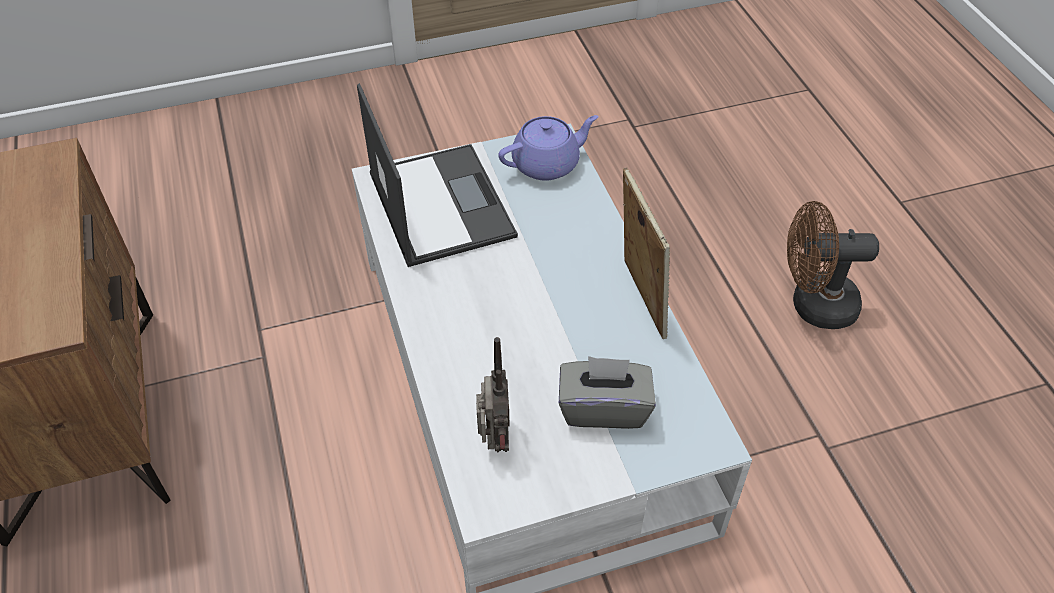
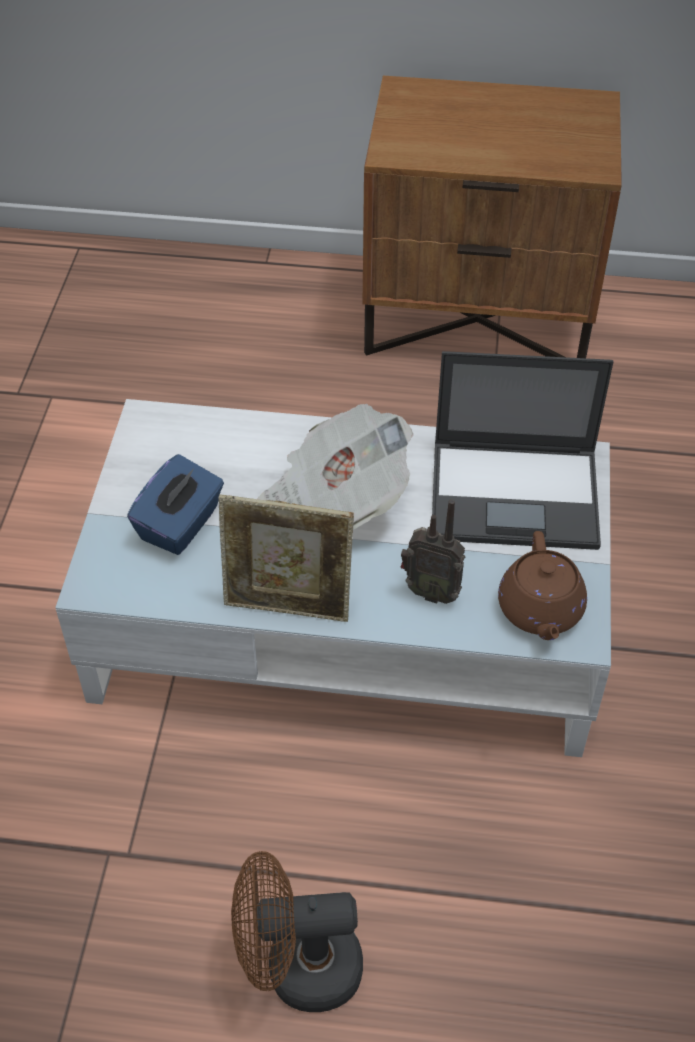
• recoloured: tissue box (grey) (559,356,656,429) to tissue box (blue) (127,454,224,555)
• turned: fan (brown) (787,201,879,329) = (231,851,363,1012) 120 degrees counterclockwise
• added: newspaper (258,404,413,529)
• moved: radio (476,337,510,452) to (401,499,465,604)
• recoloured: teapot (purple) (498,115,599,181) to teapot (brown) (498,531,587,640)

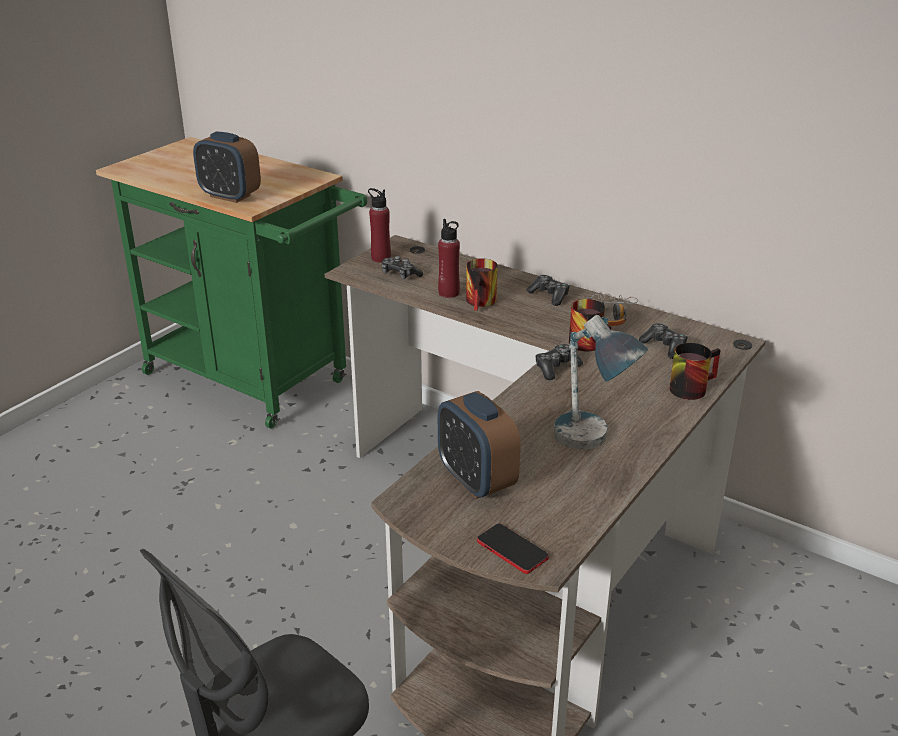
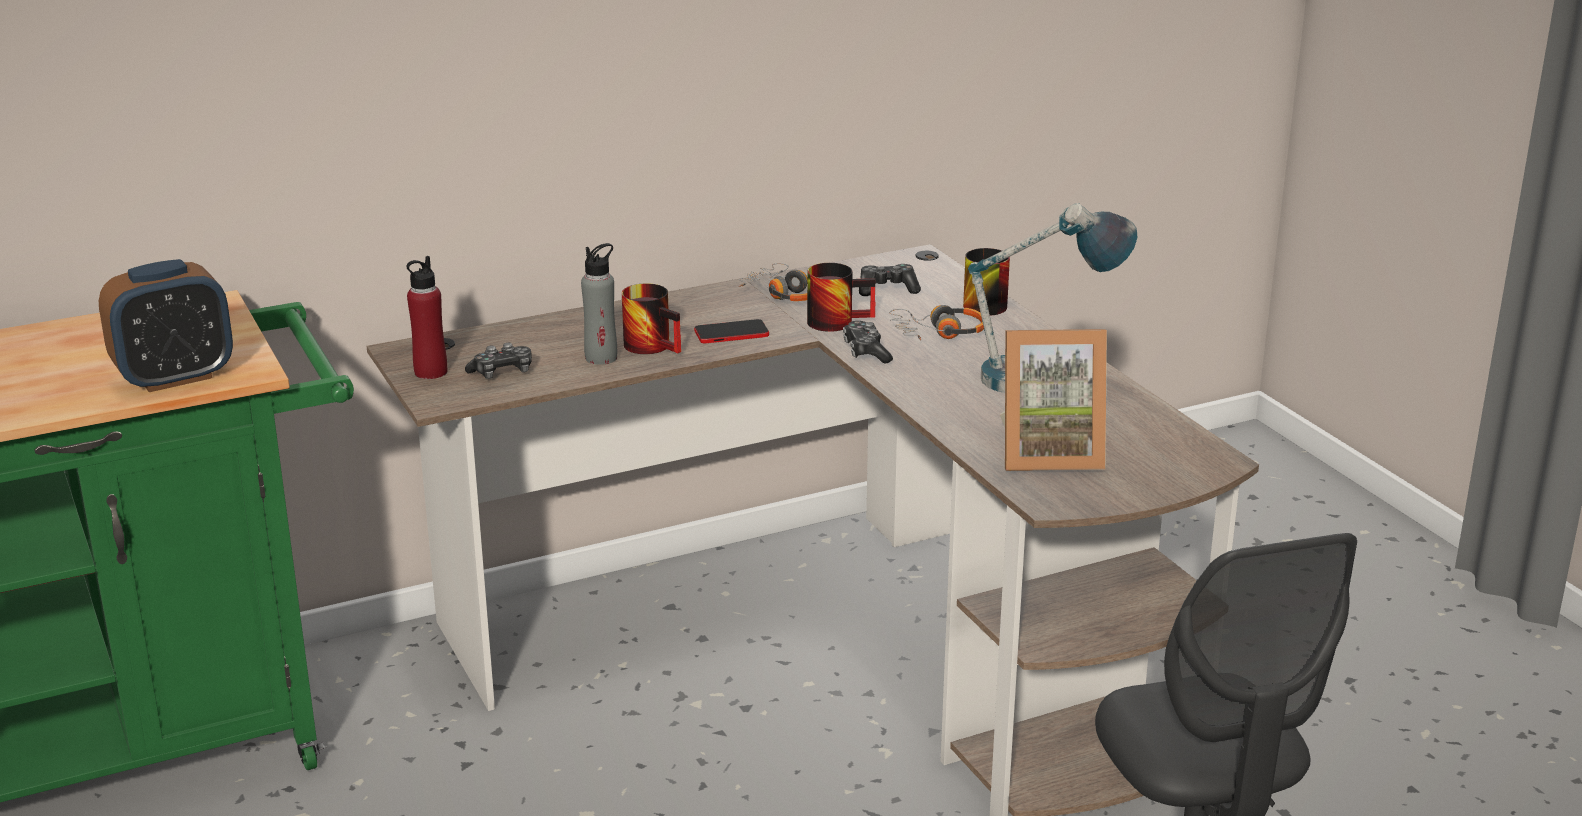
• recoloured: bottle (red) (438,219,460,298) to bottle (grey) (581,243,617,365)
• moved: phone (477,523,549,574) to (694,319,769,343)
• added: headphones (889,305,984,340)
• replaced: alarm clock (438,391,521,499) to picture frame (1000,329,1107,471)
• removed: game controller (526,275,570,306)

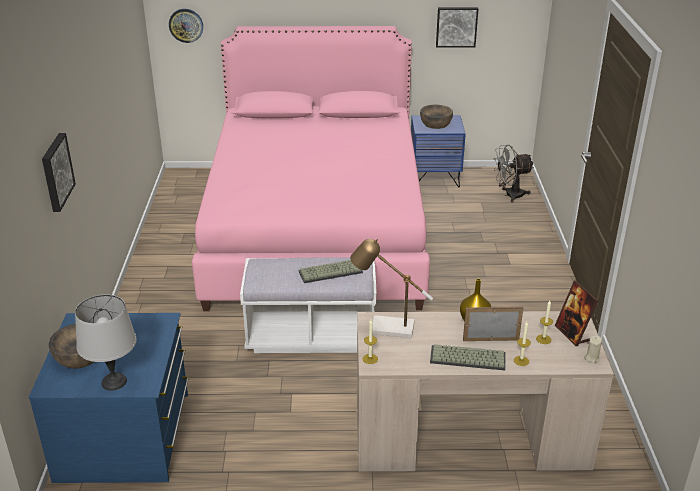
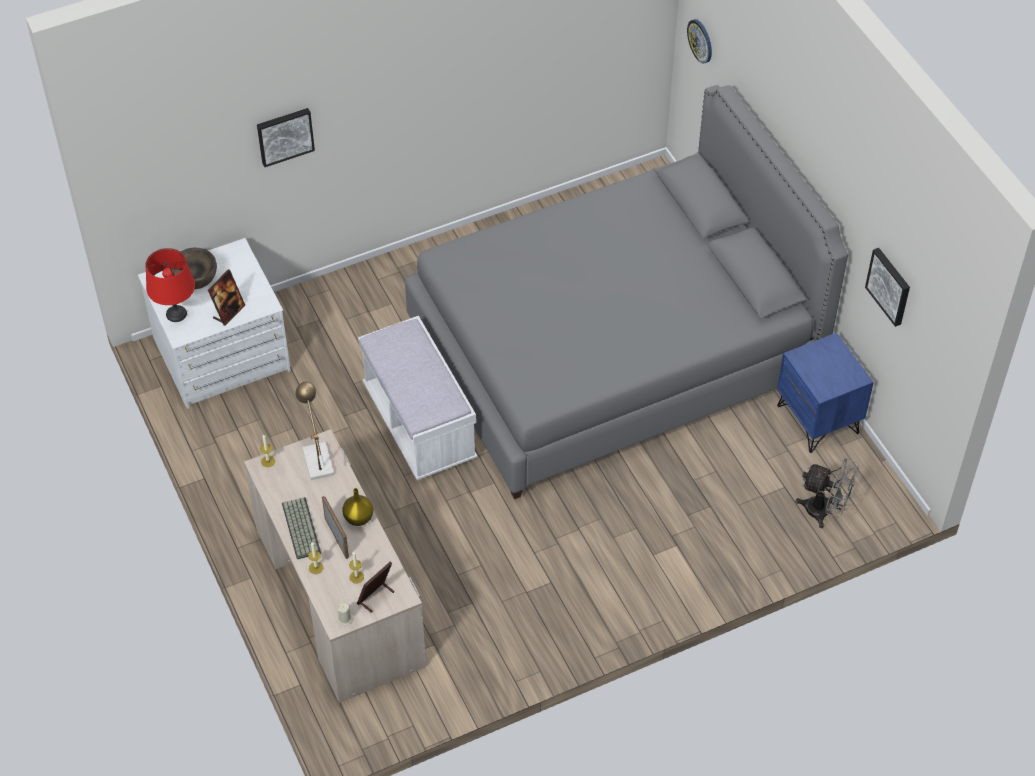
• recoloured: dresser (blue) (28,313,189,483) to dresser (white) (138,238,291,409)
• recoloured: table lamp (grey) (75,294,137,391) to table lamp (red) (145,248,195,322)
• added: picture frame (208,269,245,326)
• recoloured: bed (pink) (192,26,430,311) to bed (grey) (405,85,848,499)
• turned: fan (grey) (494,145,534,202) = (796,458,859,528) 150 degrees clockwise
• removed: keyboard (299,260,363,283)
• removed: bowl (brown) (420,105,453,129)

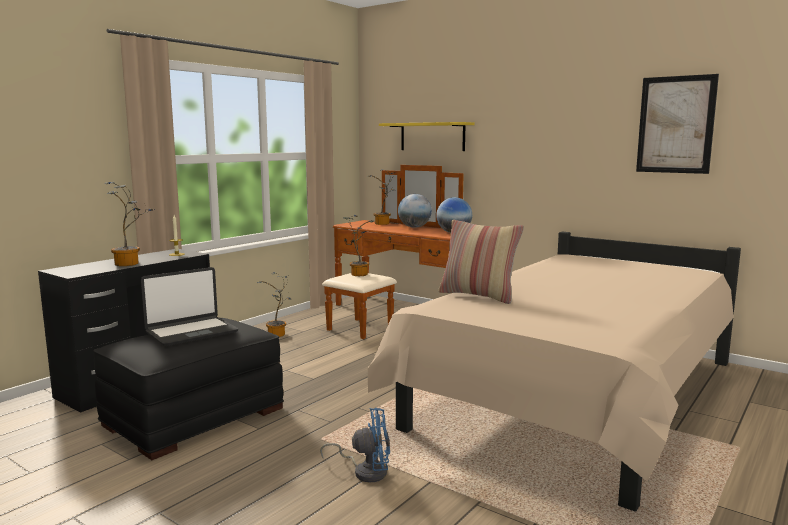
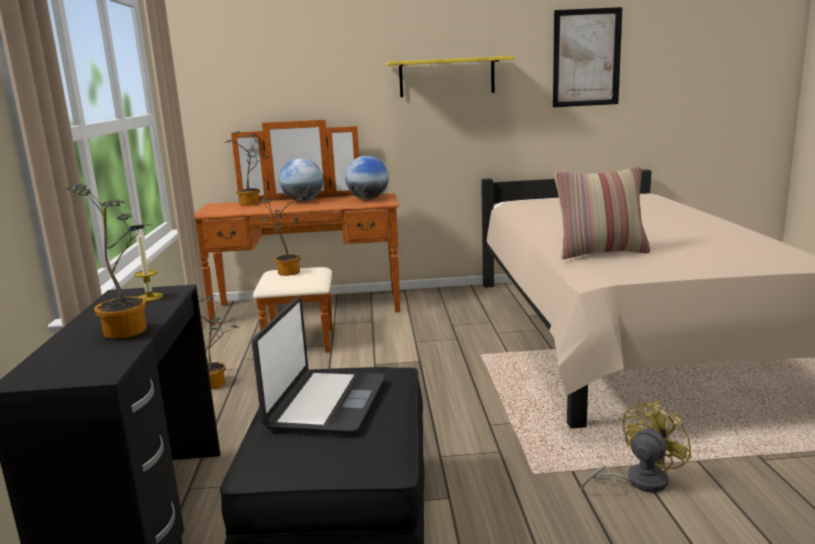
• moved: shelf (yellow) (379,122,475,151) to (386,56,514,97)
• recoloured: fan (blue) (320,408,390,482) to fan (yellow) (581,401,692,492)

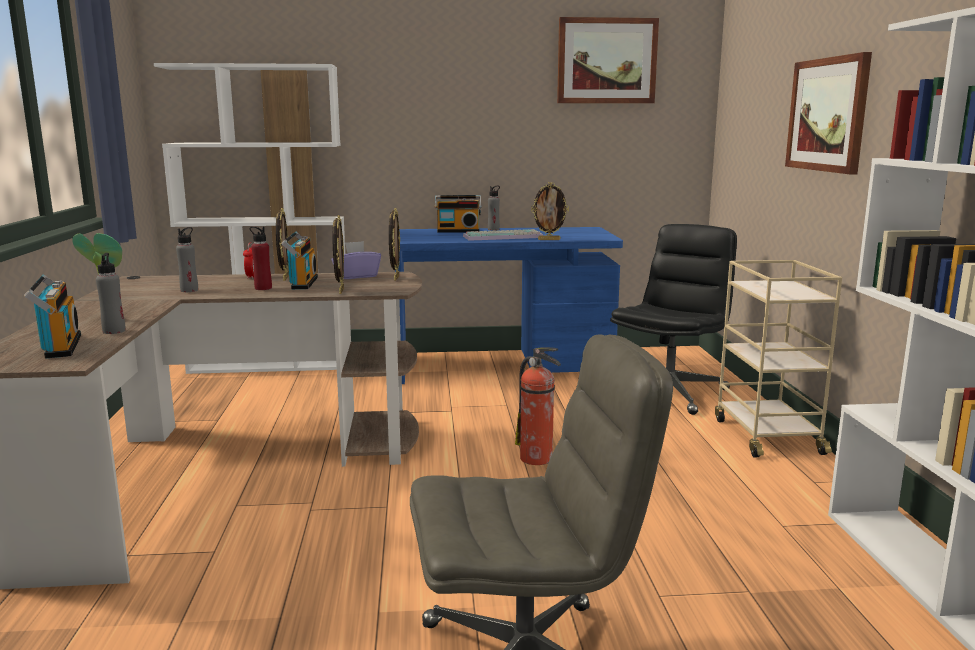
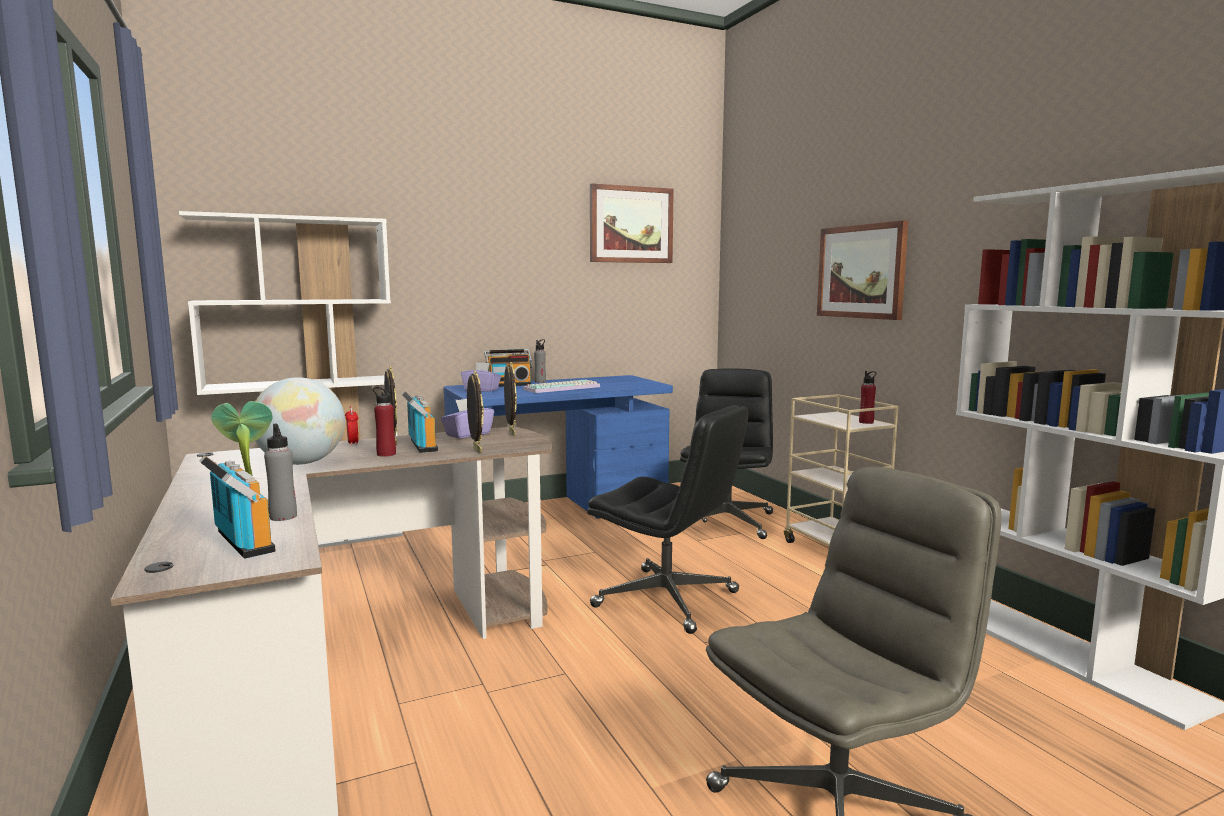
• replaced: bottle (grey) (176,227,198,292) to globe (255,377,345,465)
• added: tissue box (purple) (461,362,501,392)
• replaced: fire extinguisher (515,347,561,465) to office chair (black) (587,405,748,634)
• added: bottle (red) (859,371,877,424)
• removed: picture frame (531,182,569,240)

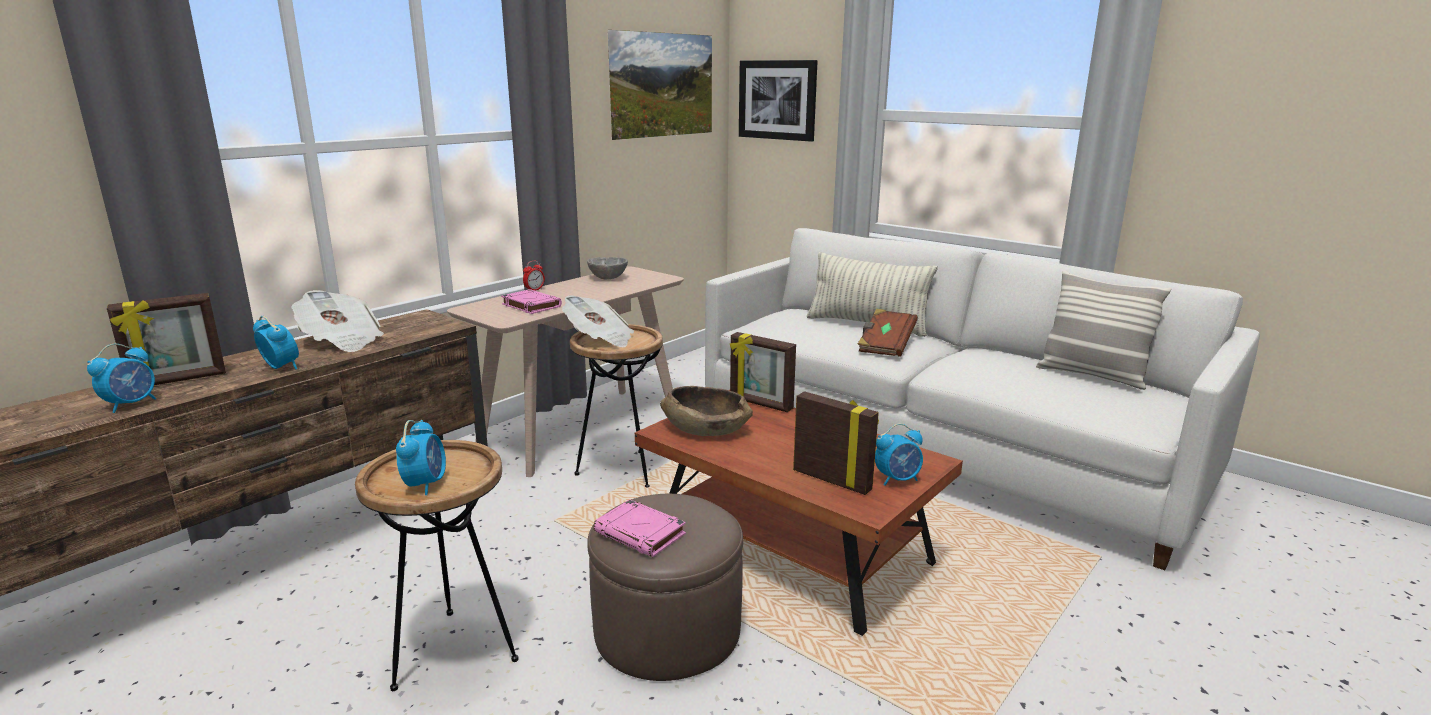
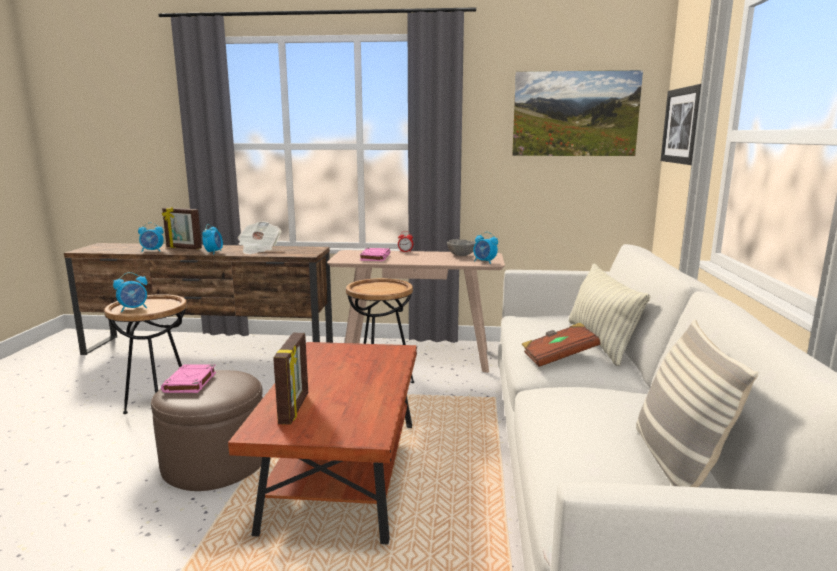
• moved: alarm clock (875,423,923,486) to (473,232,498,264)
• removed: newspaper (562,295,634,347)
• removed: bowl (brown) (660,386,753,436)
• removed: picture frame (730,332,796,412)

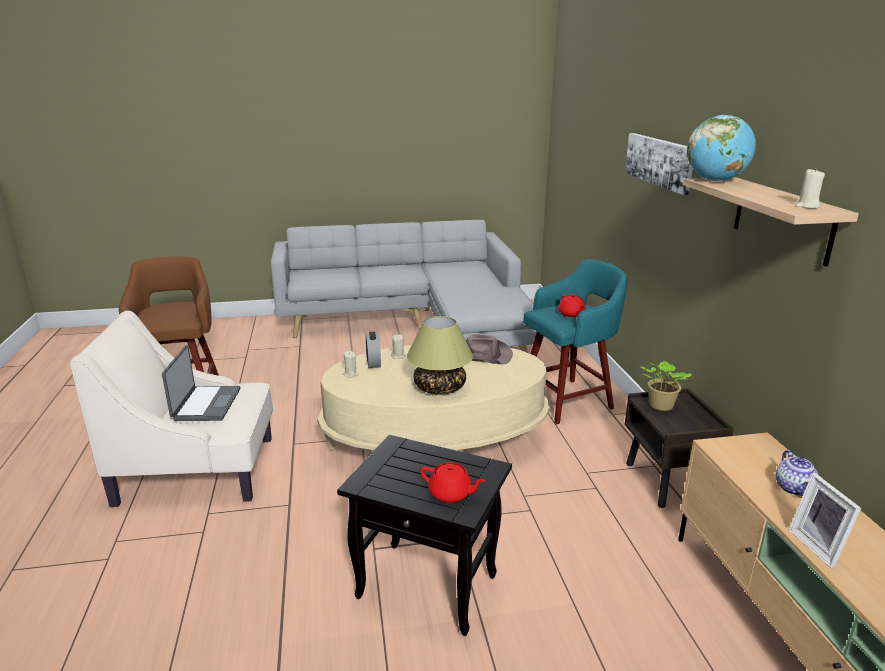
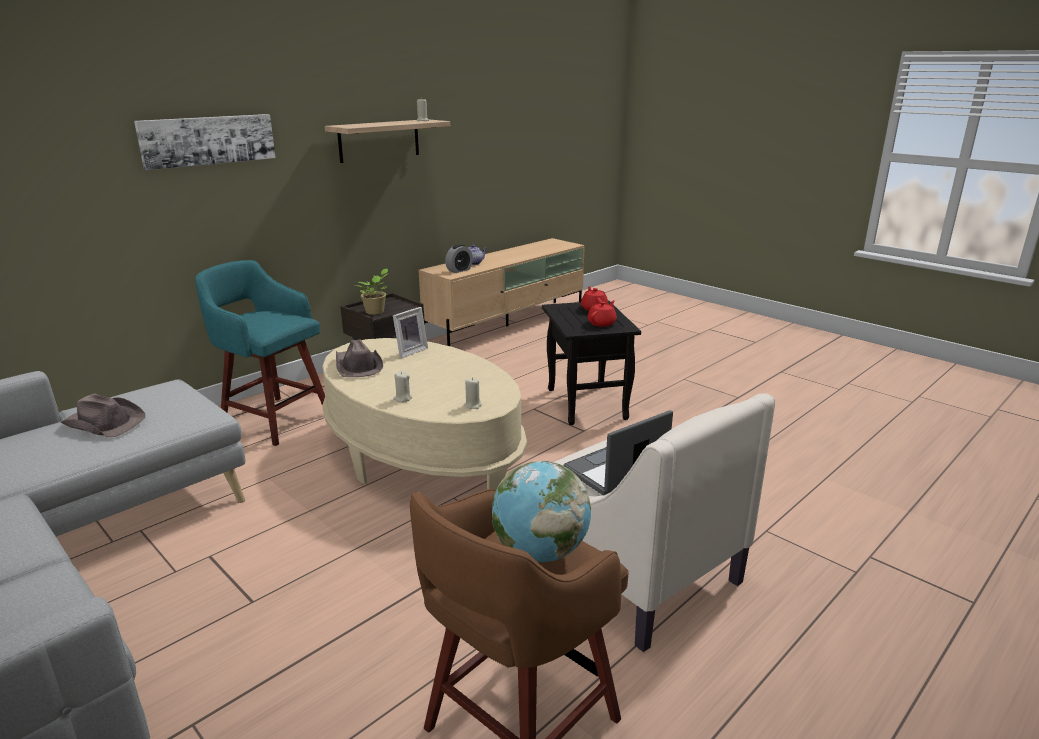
• added: hat (brown) (61,394,145,437)
• moved: picture frame (789,473,861,568) to (393,307,428,358)
• moved: alarm clock (366,332,381,368) to (445,244,473,273)
• moved: globe (687,115,756,182) to (492,461,591,562)
• moved: teapot (red) (558,294,585,317) to (588,300,617,327)
• removed: table lamp (407,316,473,394)

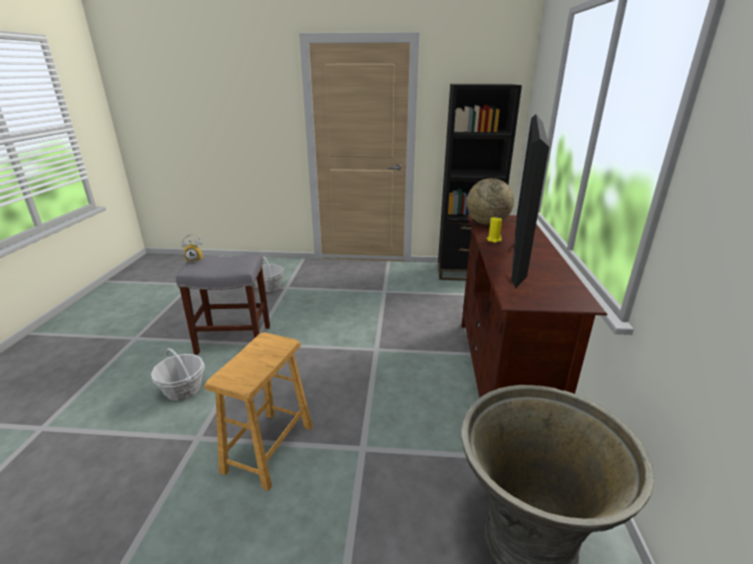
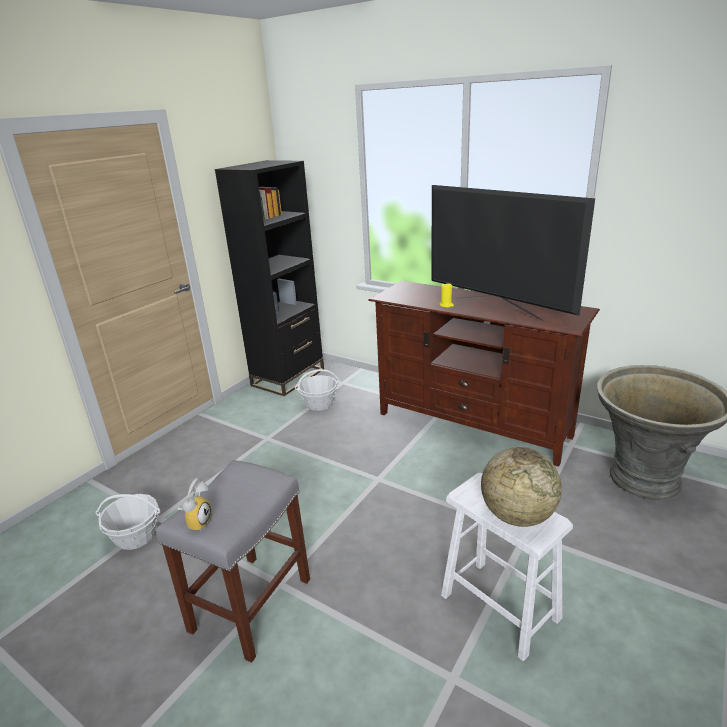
• moved: basket (151,348,204,401) to (295,369,340,411)
• recoloured: stool (brown) (204,332,313,491) to stool (white) (441,473,573,661)
• moved: globe (467,178,514,225) to (481,447,562,527)

